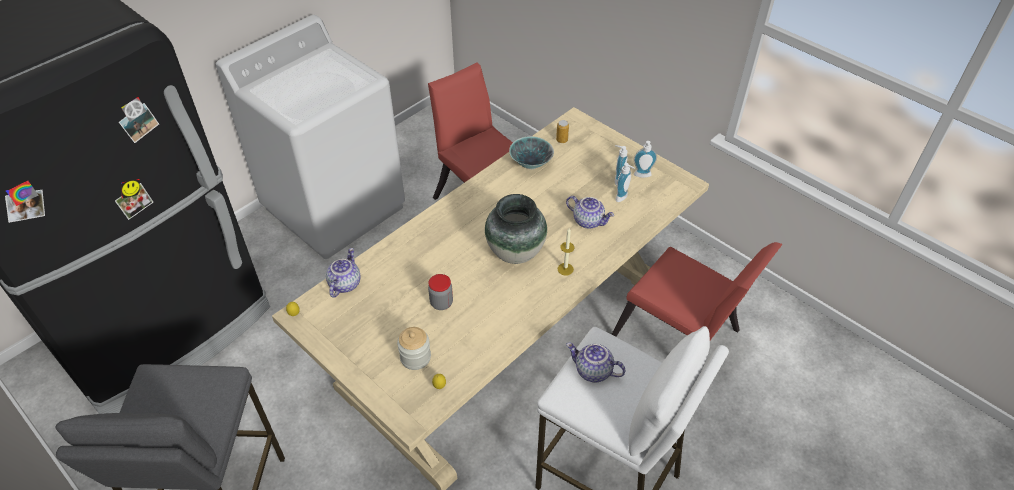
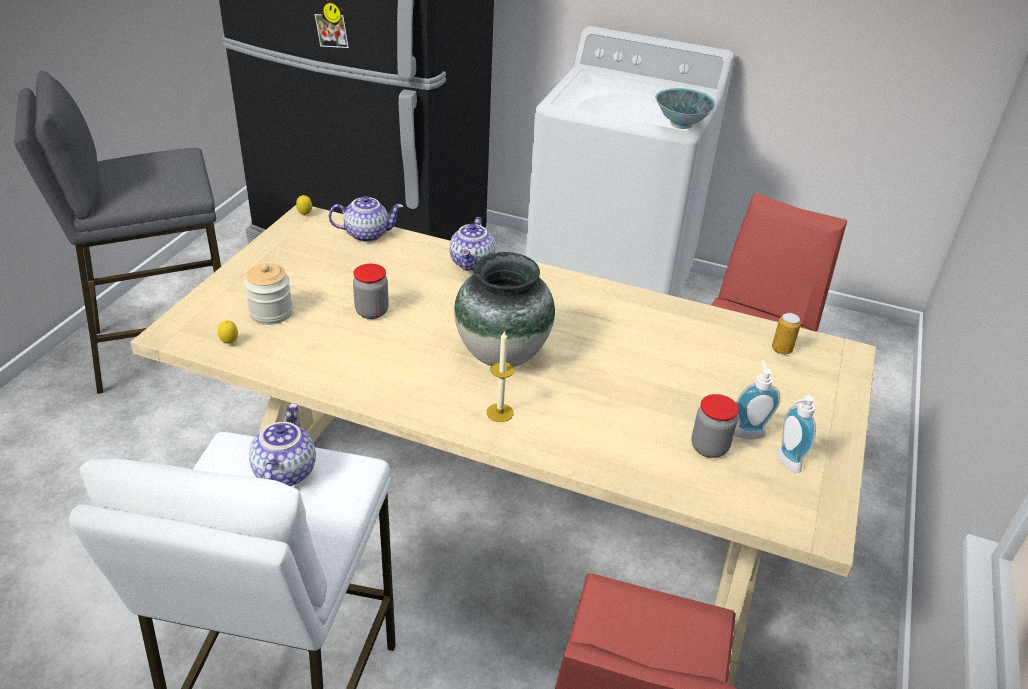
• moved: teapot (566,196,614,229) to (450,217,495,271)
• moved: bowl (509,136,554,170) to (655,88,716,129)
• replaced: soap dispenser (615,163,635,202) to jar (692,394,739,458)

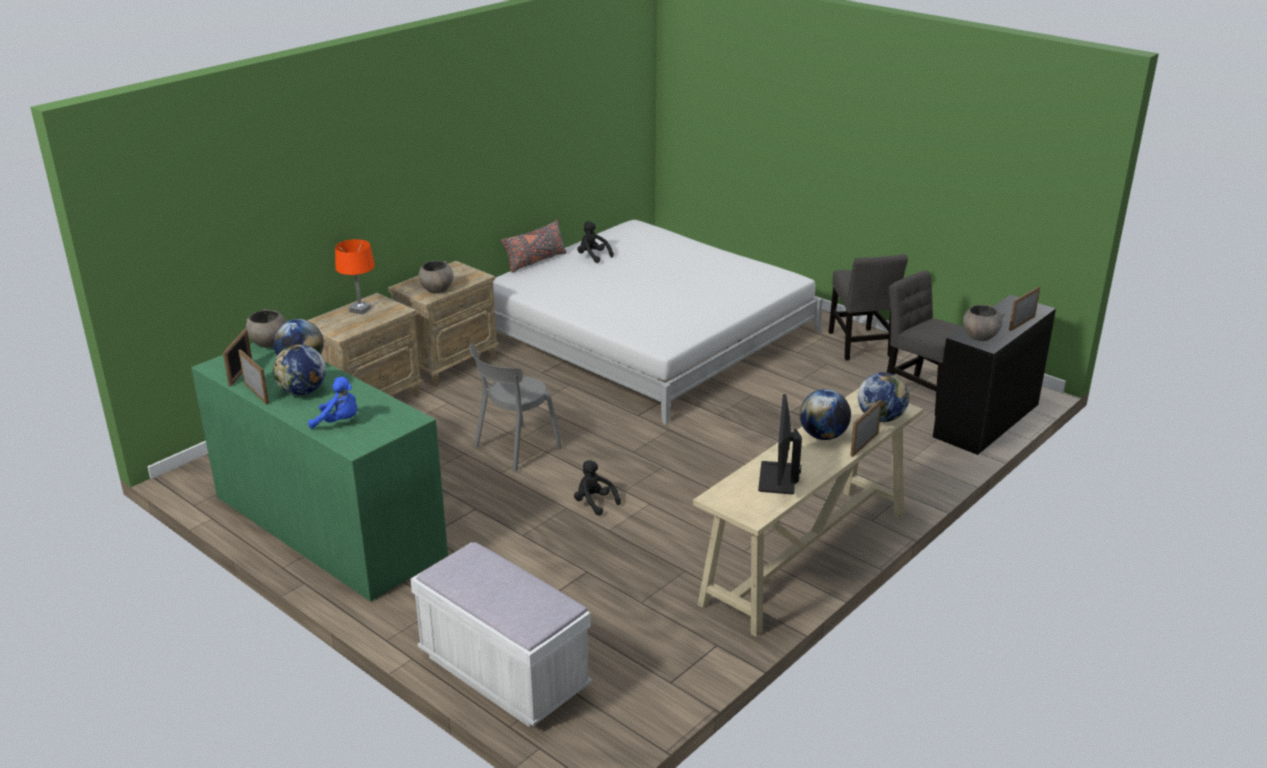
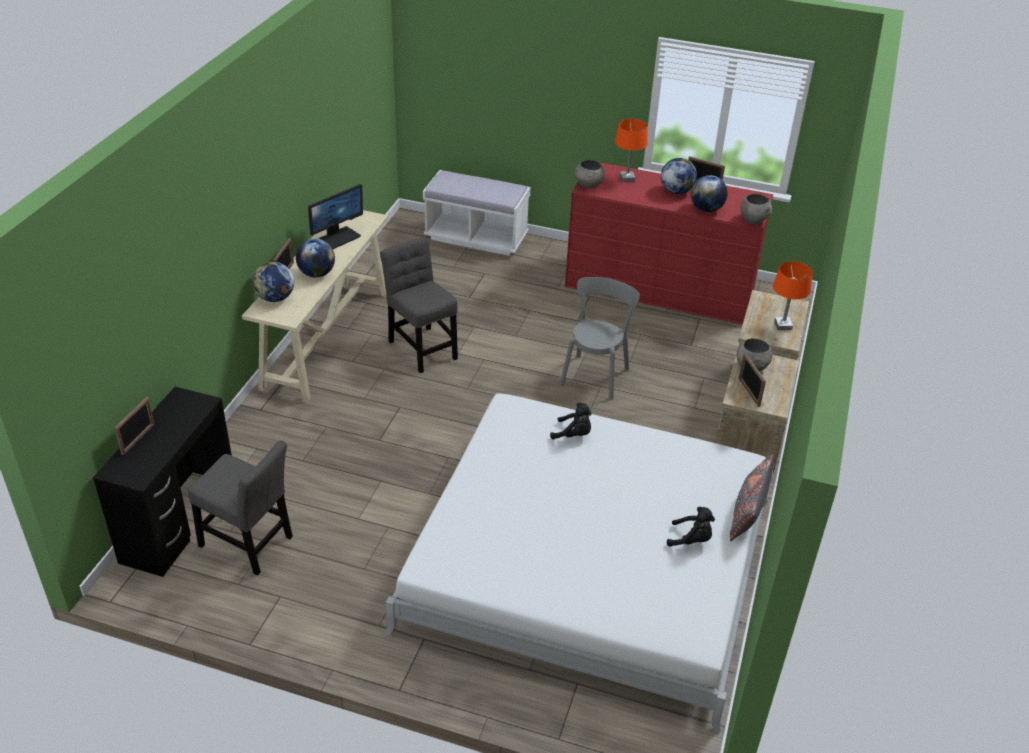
• turned: monitor (758,394,802,494) = (308,184,363,249) 60 degrees clockwise
• moved: chair (grey) (829,254,908,360) to (380,237,458,373)
• moved: plush toy (black) (574,460,621,516) to (550,403,592,439)
• recoloured: dresser (green) (191,343,448,602) to dresser (red) (565,162,773,325)
• moved: bowl (grey) (963,305,1005,341) to (575,160,605,188)
• replaced: plush toy (blue) (308,377,357,429) to table lamp (orange) (615,119,648,182)
• moved: picture frame (223,329,252,387) to (738,353,766,407)

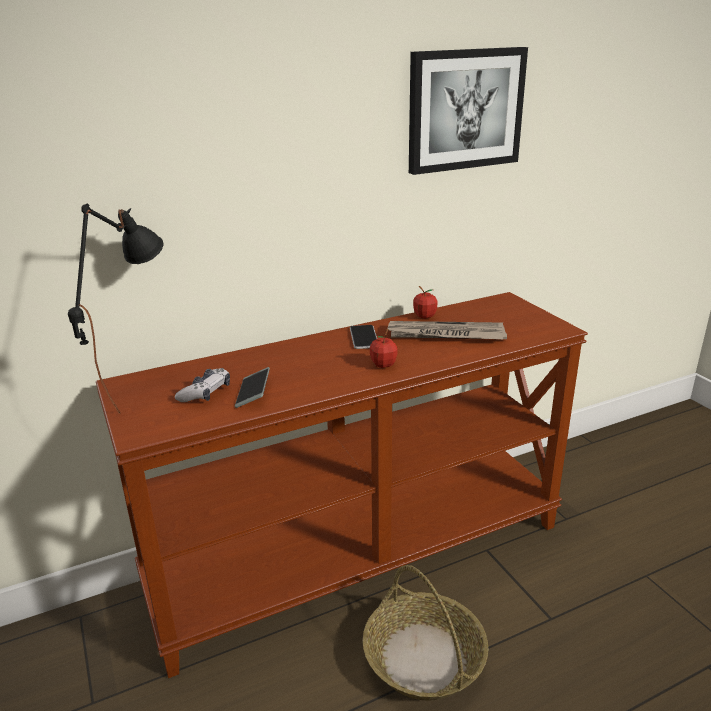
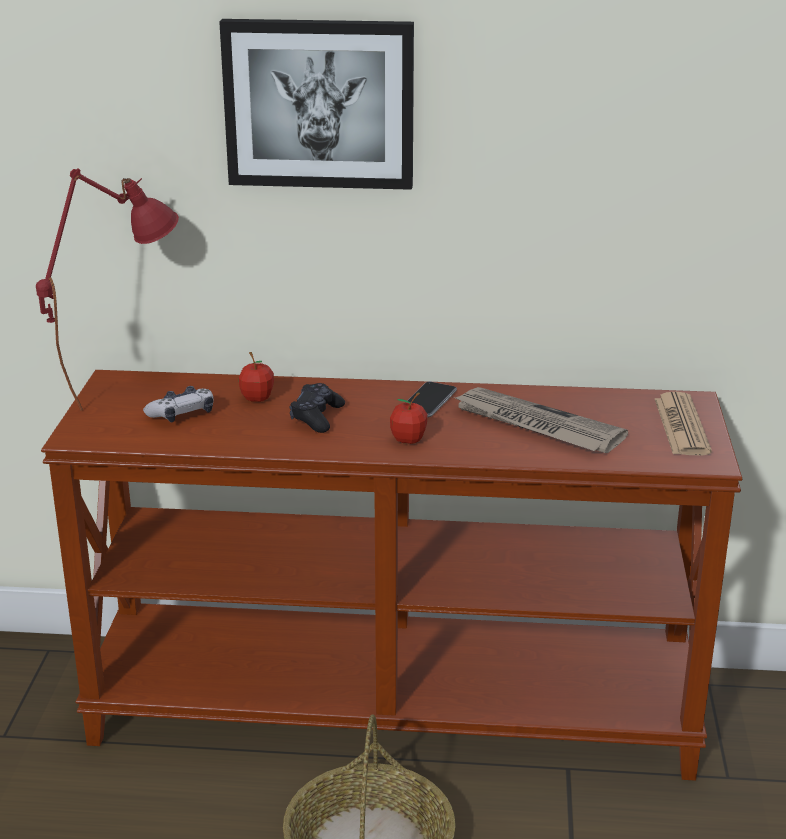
• recoloured: table lamp (black) (68,203,164,414) to table lamp (red) (36,168,179,411)
• moved: picture (409,47,528,175) to (219,19,414,190)
• moved: apple (413,286,438,319) to (239,352,274,402)
• added: game controller (black) (289,383,345,433)
• added: newspaper (655,392,712,456)
• removed: phone (235,367,270,408)

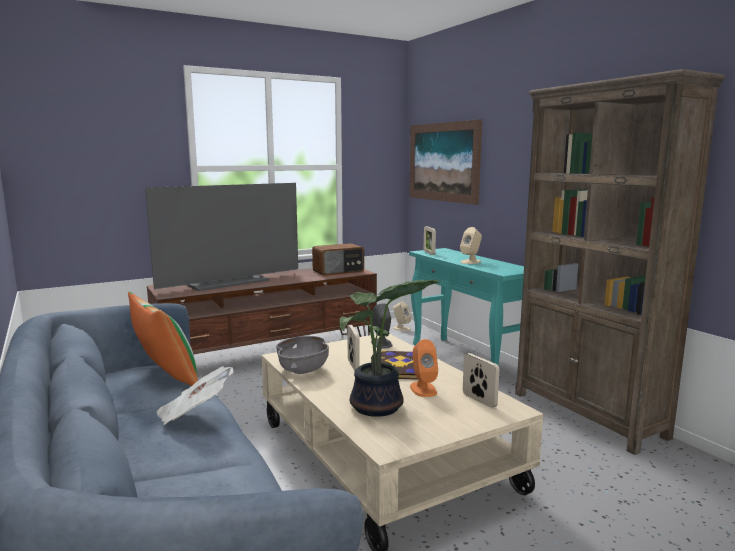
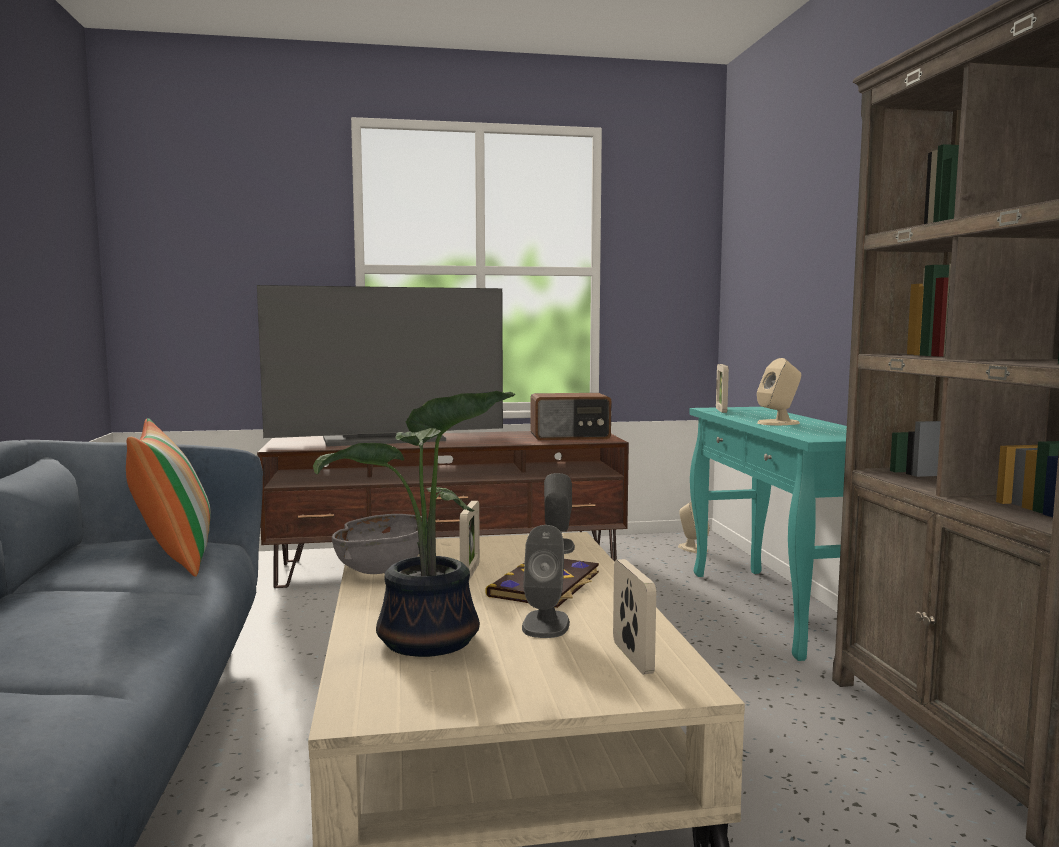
• recoloured: speaker (orange) (410,339,438,397) to speaker (grey) (522,525,570,638)
• removed: newspaper (157,366,233,425)
• removed: picture (409,119,482,205)

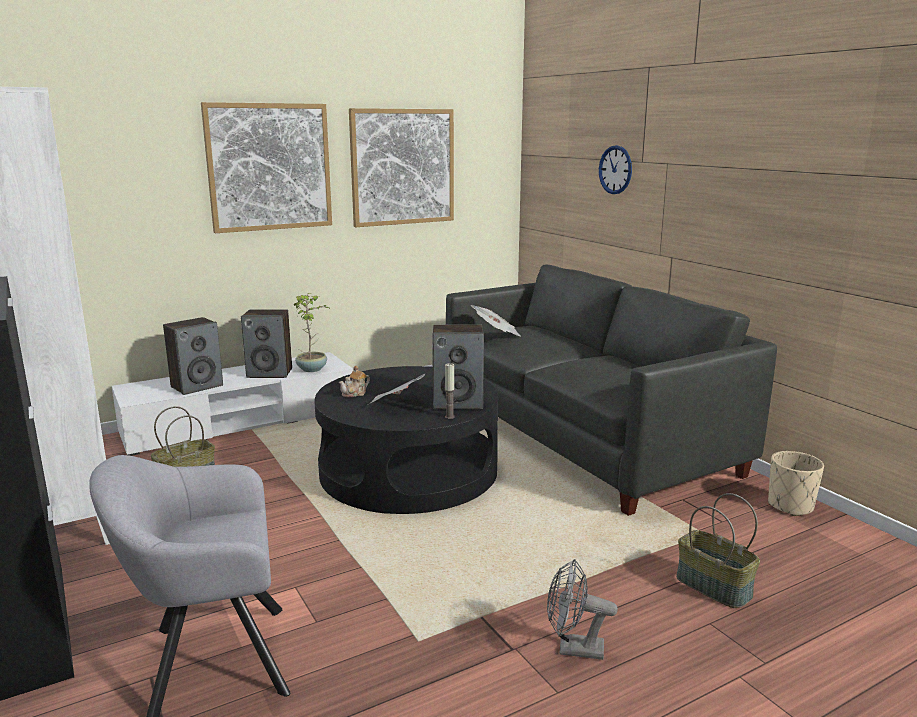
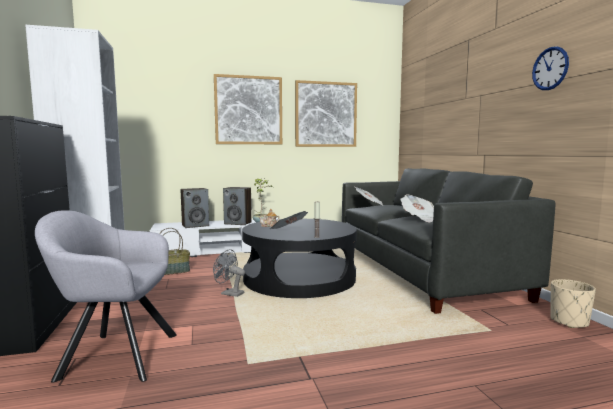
• moved: fan (grey) (547,559,618,660) to (213,249,245,297)
• added: newspaper (400,195,434,222)
• moved: wall clock (599,145,632,194) to (532,46,569,90)
• removed: speaker (432,324,484,409)
• removed: basket (676,493,760,608)

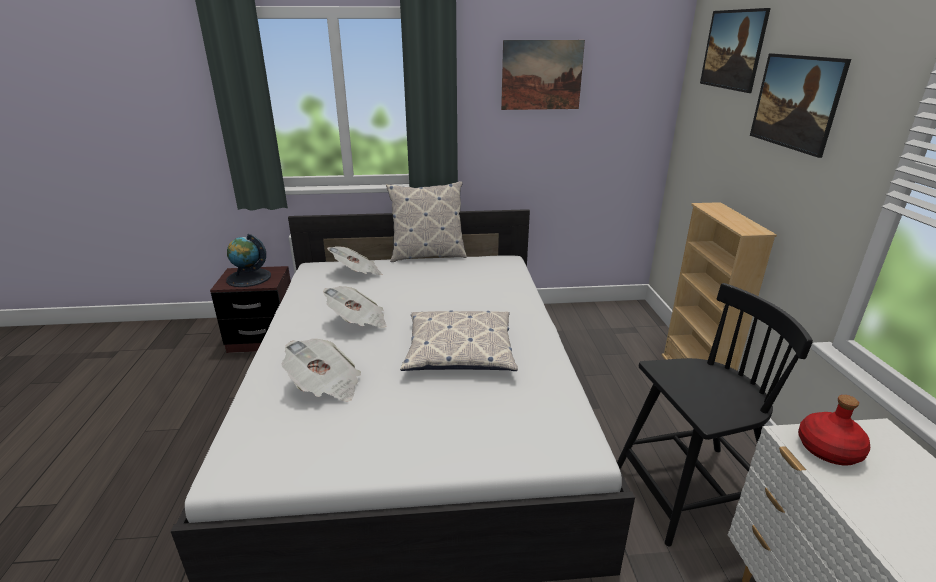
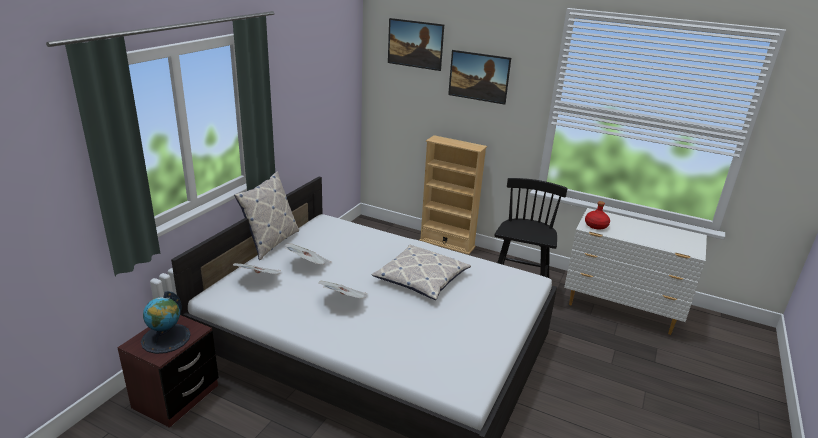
• moved: newspaper (281,339,361,402) to (285,243,332,265)
• removed: picture (501,40,585,110)

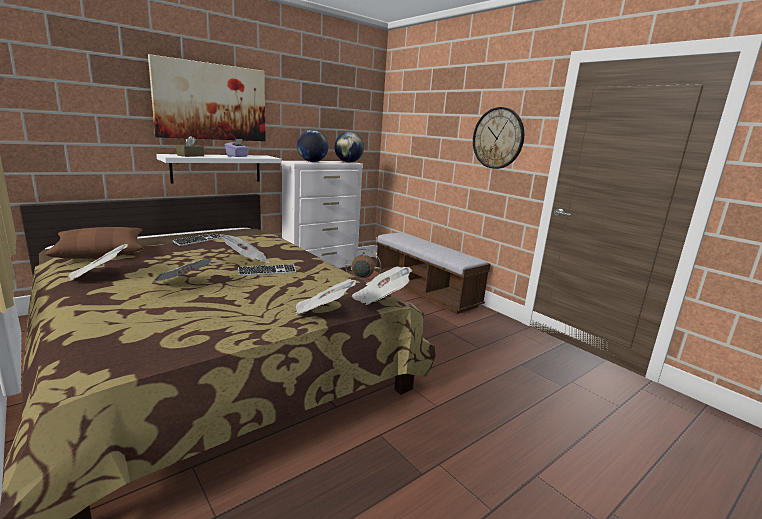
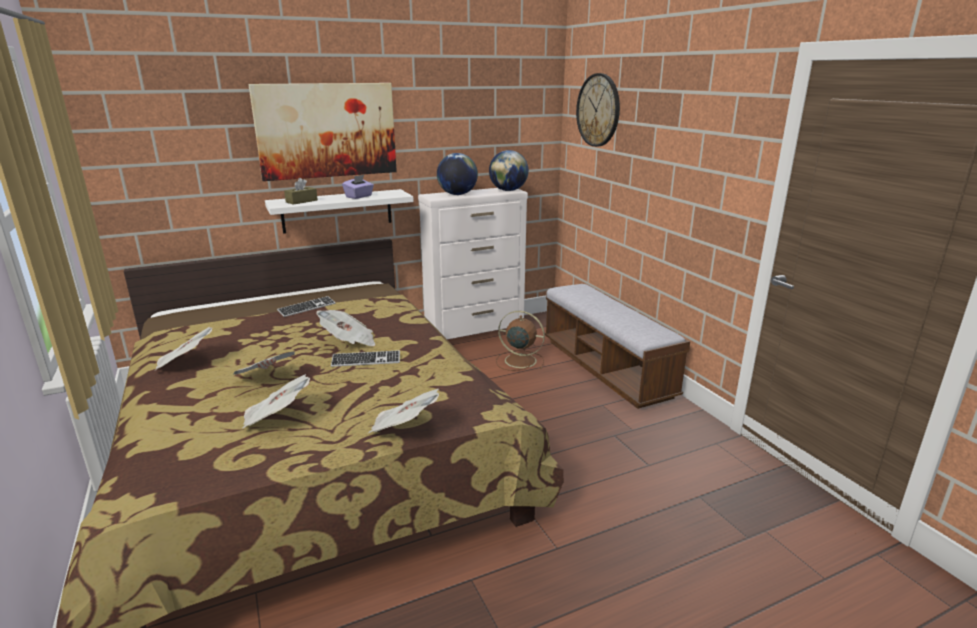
• moved: newspaper (352,267,412,305) to (242,374,310,429)
• moved: wall clock (473,107,524,169) to (576,73,620,147)
• removed: pillow (brown) (45,227,143,259)

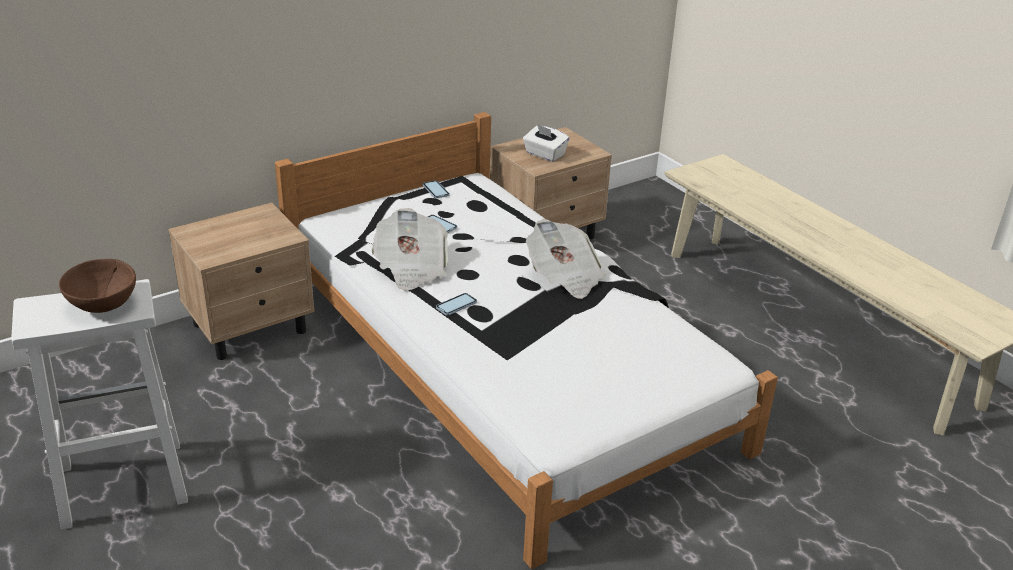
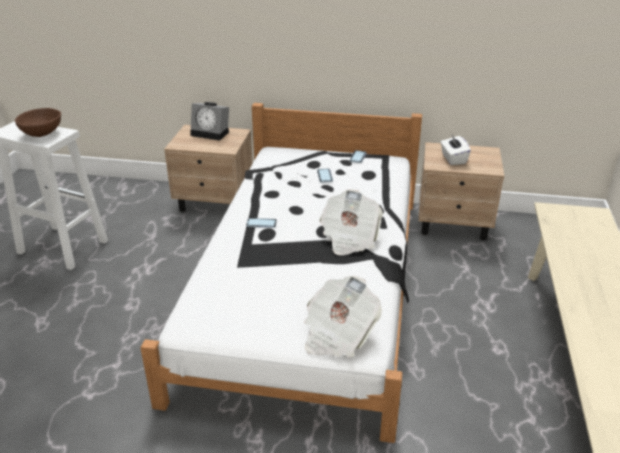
• added: alarm clock (190,102,229,141)
• moved: newspaper (371,208,448,291) to (304,276,382,358)

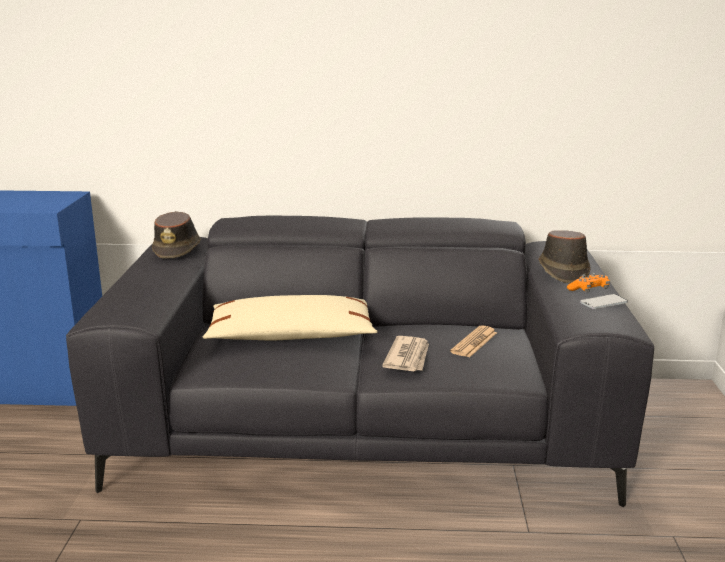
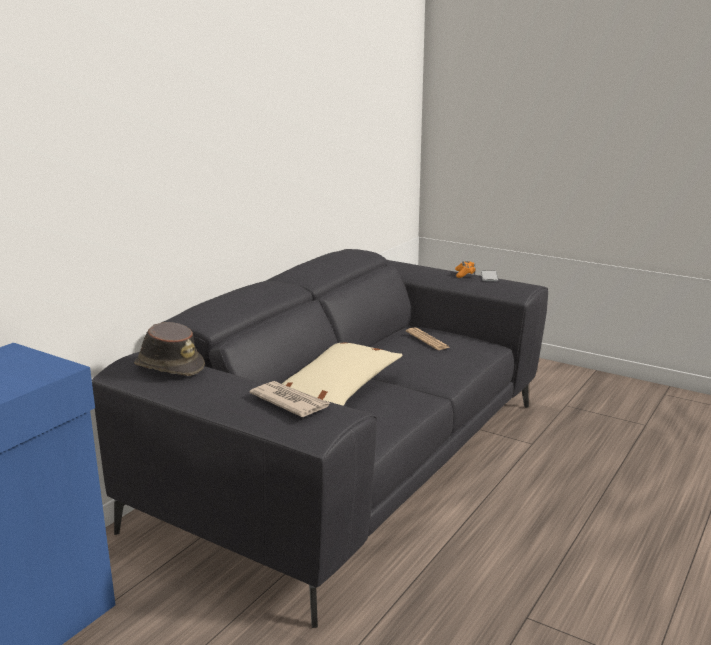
• moved: newspaper (382,336,429,371) to (250,381,330,417)
• removed: hat (brown) (539,230,591,283)

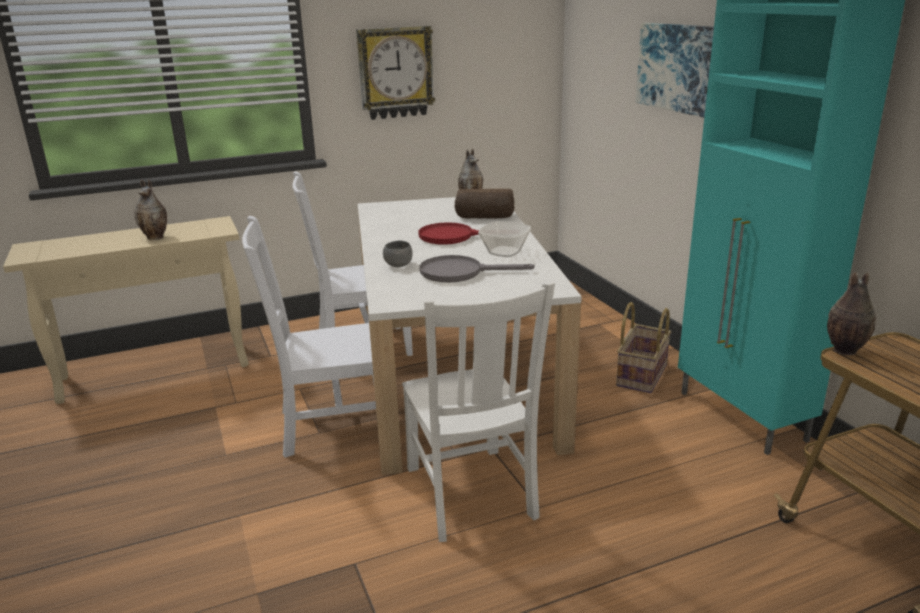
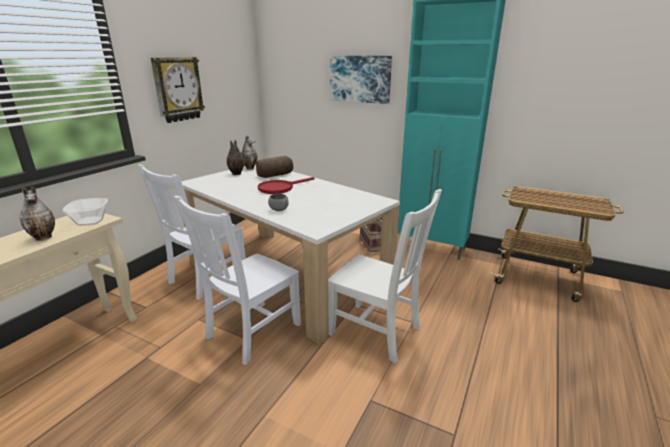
• moved: bowl (478,221,531,257) to (63,198,108,225)
• moved: vase (827,272,876,355) to (227,140,244,175)
• removed: frying pan (grey) (419,255,535,283)

